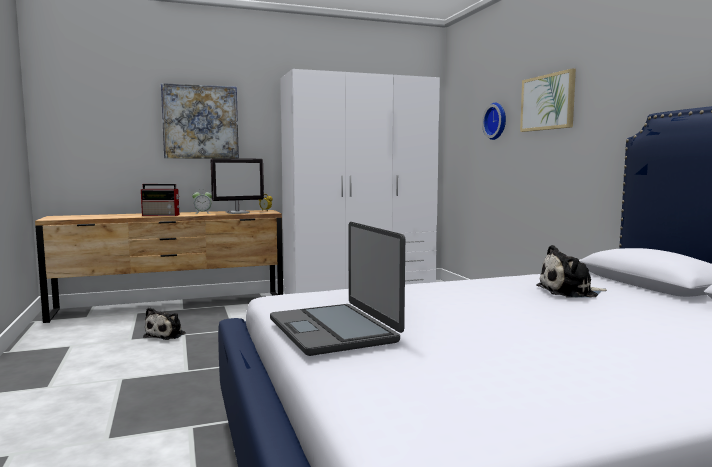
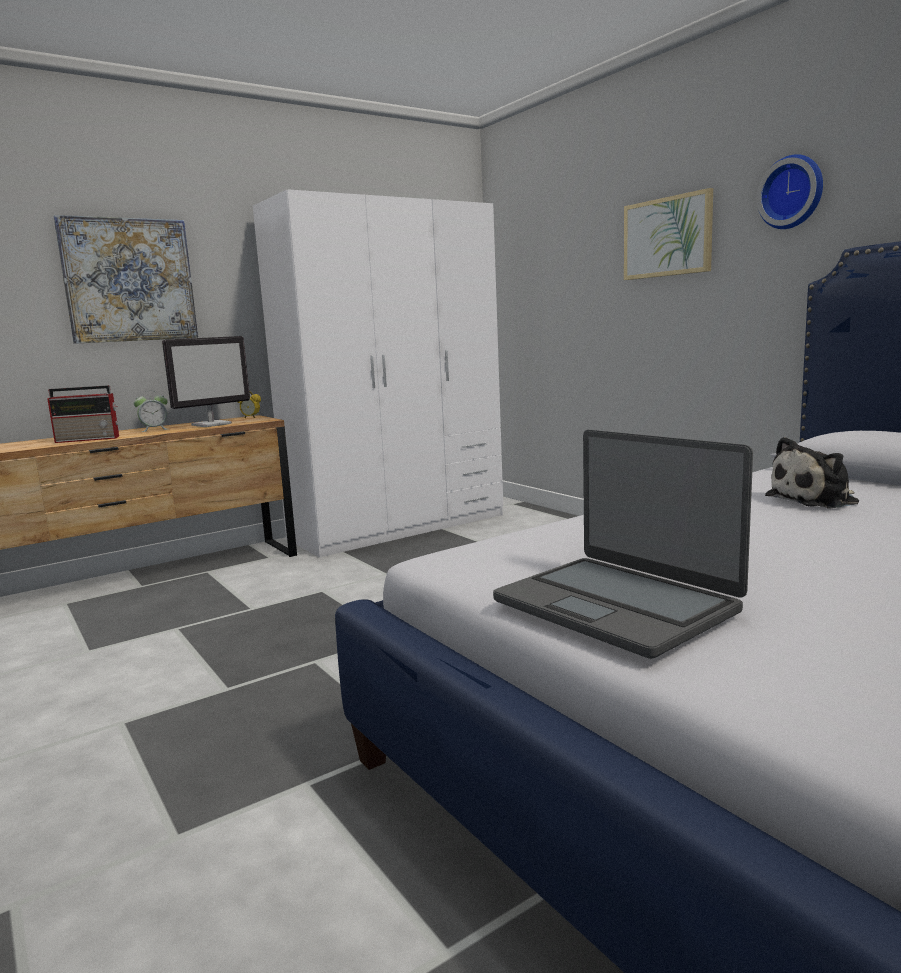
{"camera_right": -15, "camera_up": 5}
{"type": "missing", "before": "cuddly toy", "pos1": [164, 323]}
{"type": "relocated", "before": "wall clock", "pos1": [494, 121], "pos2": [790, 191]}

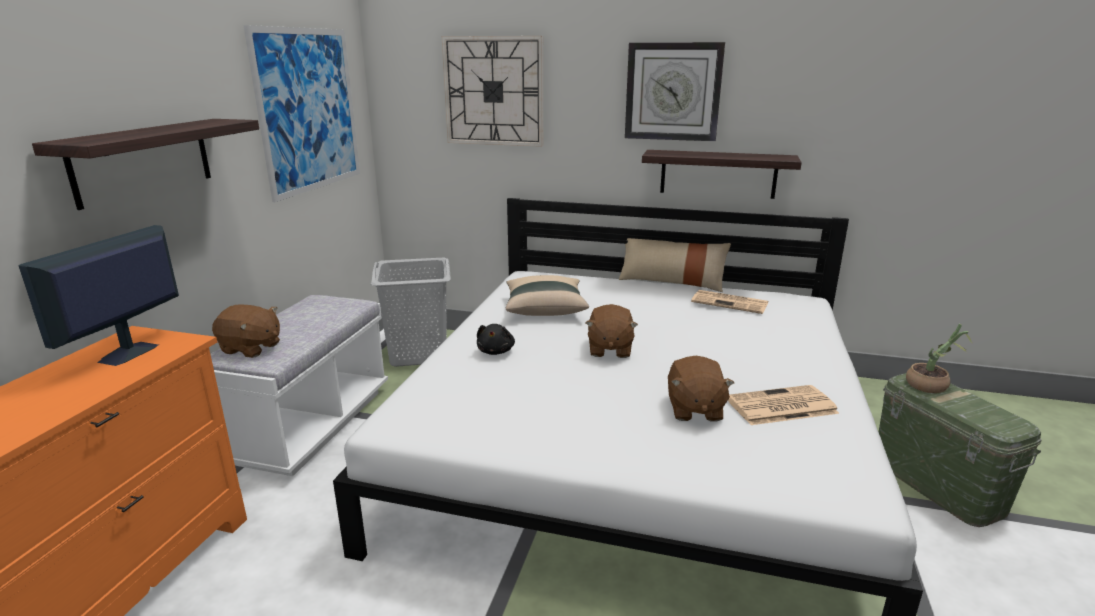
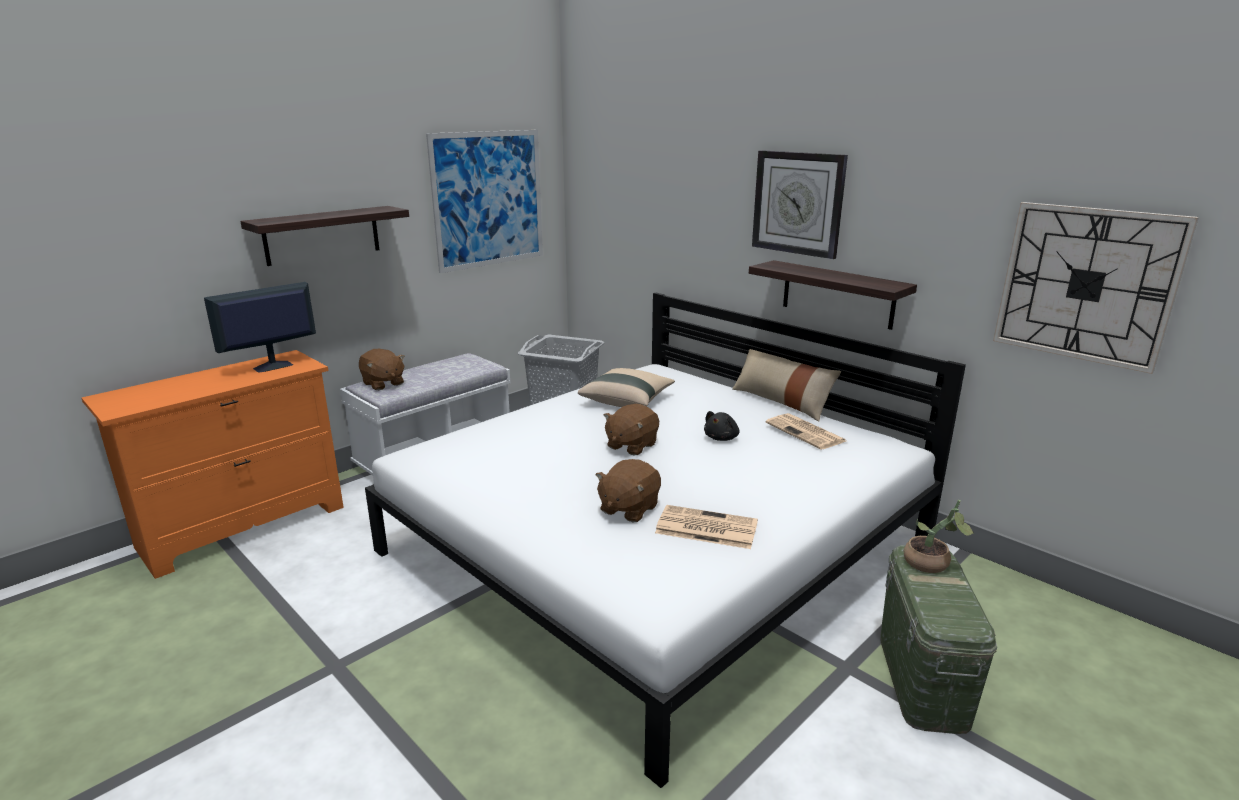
{"camera_right": 30, "camera_up": 0}
{"type": "relocated", "before": "wall clock", "pos1": [492, 91], "pos2": [1096, 288]}
{"type": "relocated", "before": "black-coloured cuddly toy", "pos1": [496, 339], "pos2": [721, 426]}

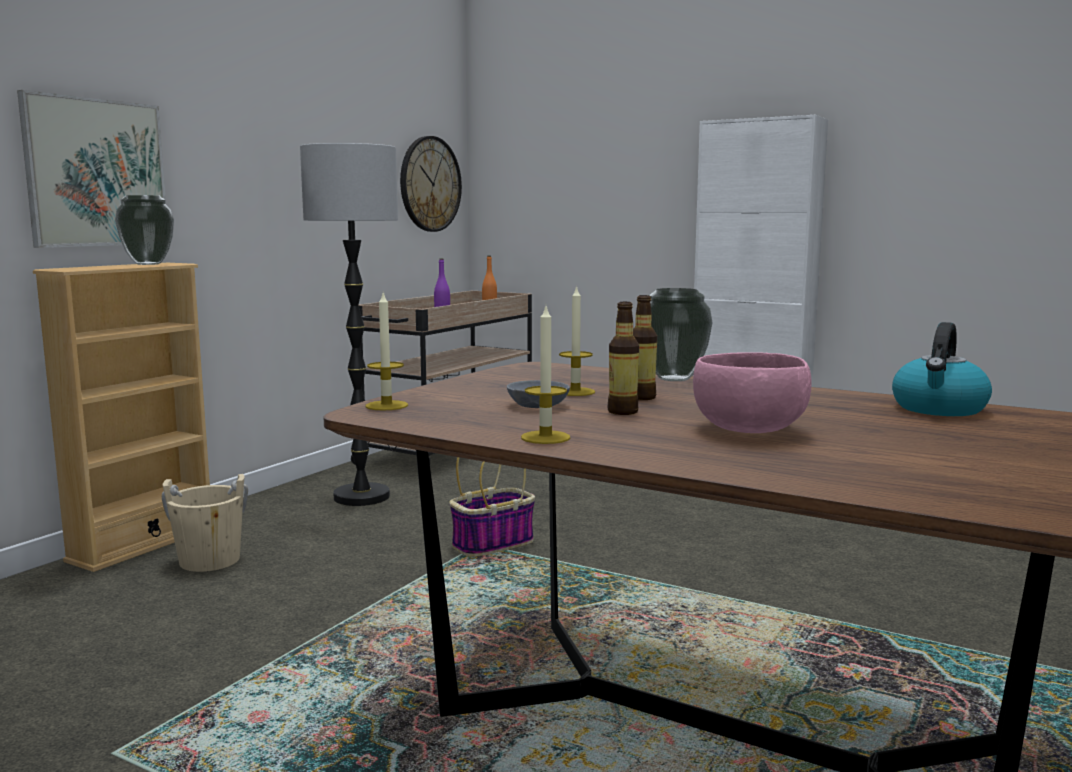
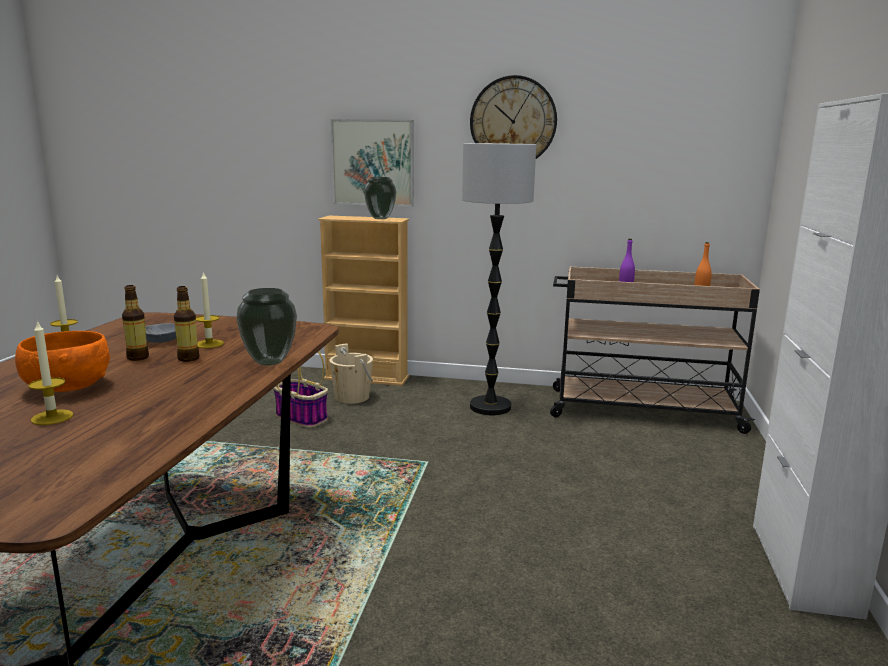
{"camera_right": 70, "camera_up": 5}
{"type": "missing", "before": "kettle", "pos1": [942, 369]}
{"type": "relocated", "before": "wax candle", "pos1": [387, 352], "pos2": [51, 372]}
{"type": "relocated", "before": "wall clock", "pos1": [431, 184], "pos2": [513, 117]}
{"type": "relocated", "before": "basket", "pos1": [492, 507], "pos2": [300, 389]}
{"type": "colour", "before": "pink serving bowl", "after": "orange-coloured serving bowl", "pos1": [752, 392], "pos2": [62, 361]}

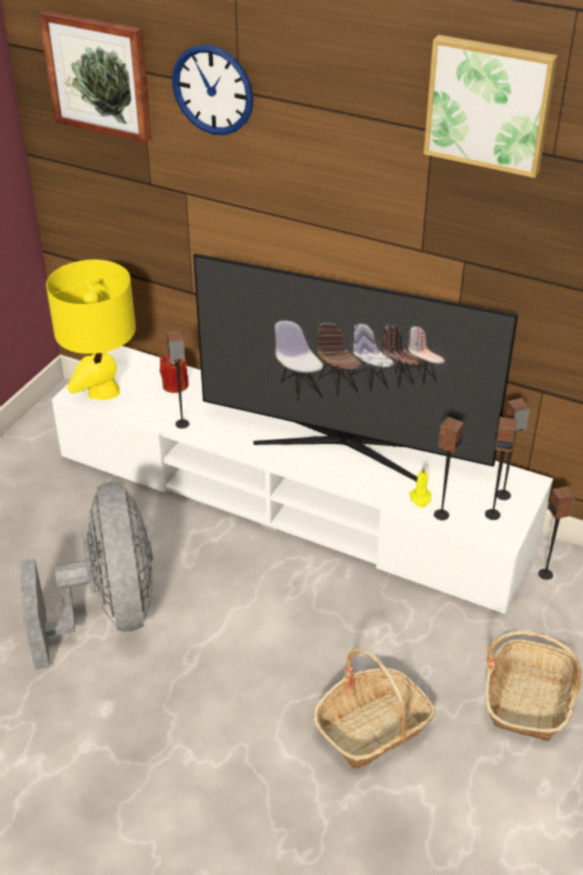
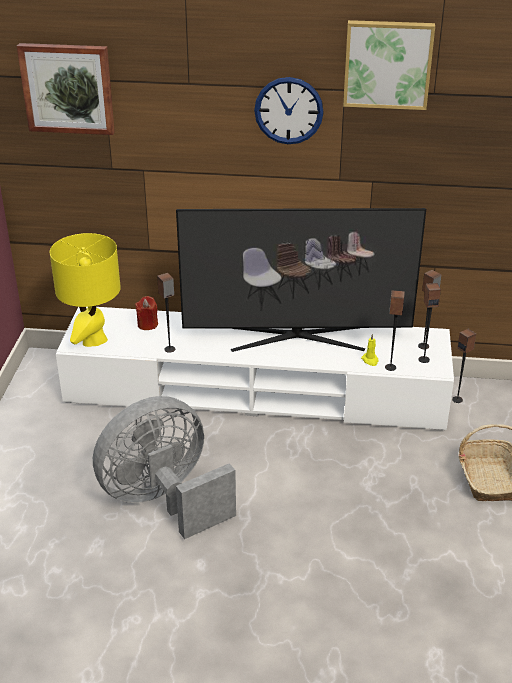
{"camera_right": -20, "camera_up": -5}
{"type": "missing", "before": "basket", "pos1": [374, 708]}
{"type": "relocated", "before": "wall clock", "pos1": [212, 90], "pos2": [289, 110]}
{"type": "spun", "before": "gray electric fan", "pos1": [86, 576], "pos2": [164, 467], "turn": -90}

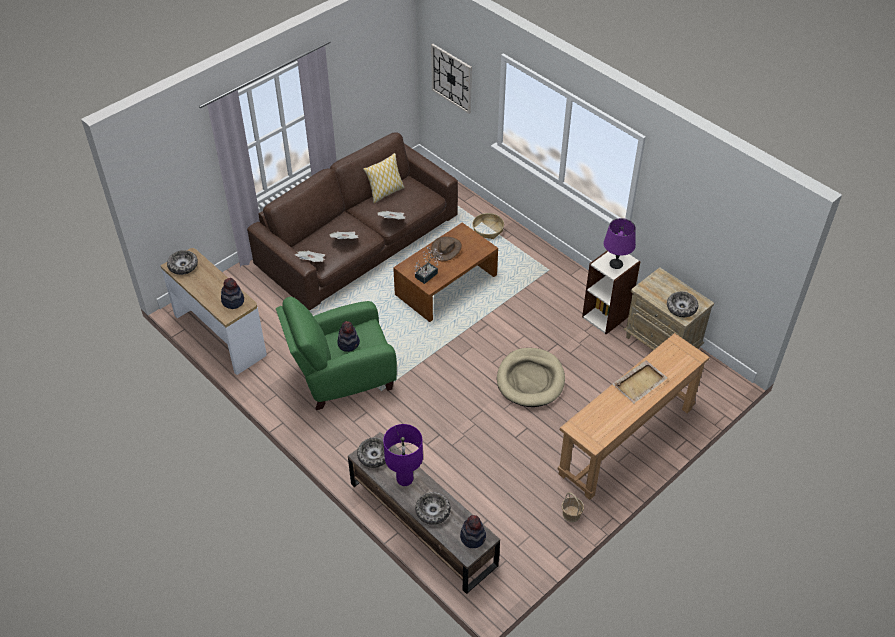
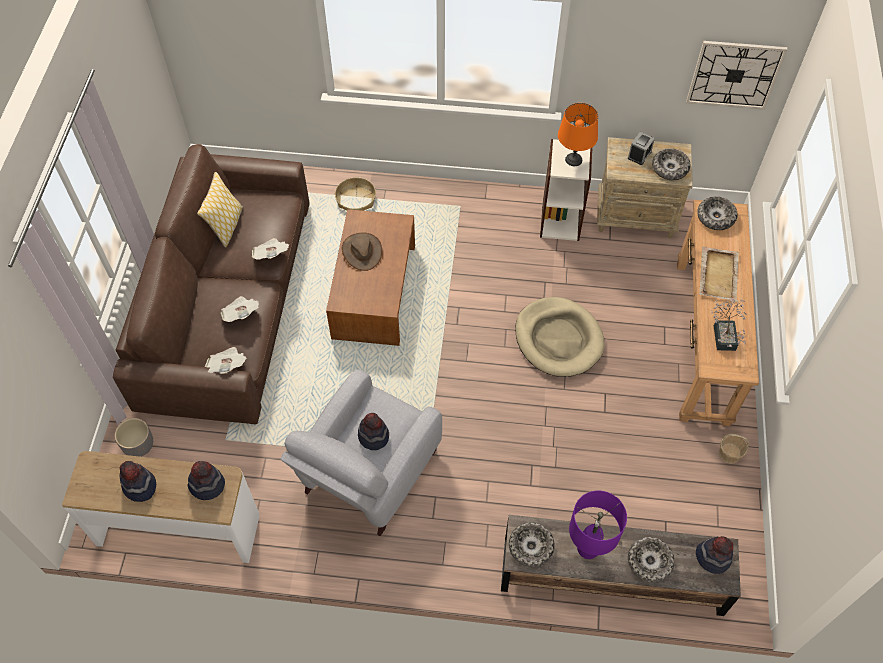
{"camera_right": -40, "camera_up": 10}
{"type": "appeared", "after": "gray plant pot", "pos2": [134, 437]}
{"type": "appeared", "after": "clothing hat", "pos2": [137, 481]}
{"type": "appeared", "after": "table clock", "pos2": [641, 148]}
{"type": "relocated", "before": "serving bowl", "pos1": [182, 262], "pos2": [717, 213]}
{"type": "relocated", "before": "potted plant", "pos1": [429, 265], "pos2": [729, 325]}
{"type": "relocated", "before": "wall clock", "pos1": [451, 79], "pos2": [736, 75]}
{"type": "colour", "before": "green-coloured lounge chair", "after": "gray lounge chair", "pos1": [336, 353], "pos2": [361, 452]}
{"type": "colour", "before": "purple-coloured table lamp", "after": "orange-coloured table lamp", "pos1": [620, 243], "pos2": [578, 134]}

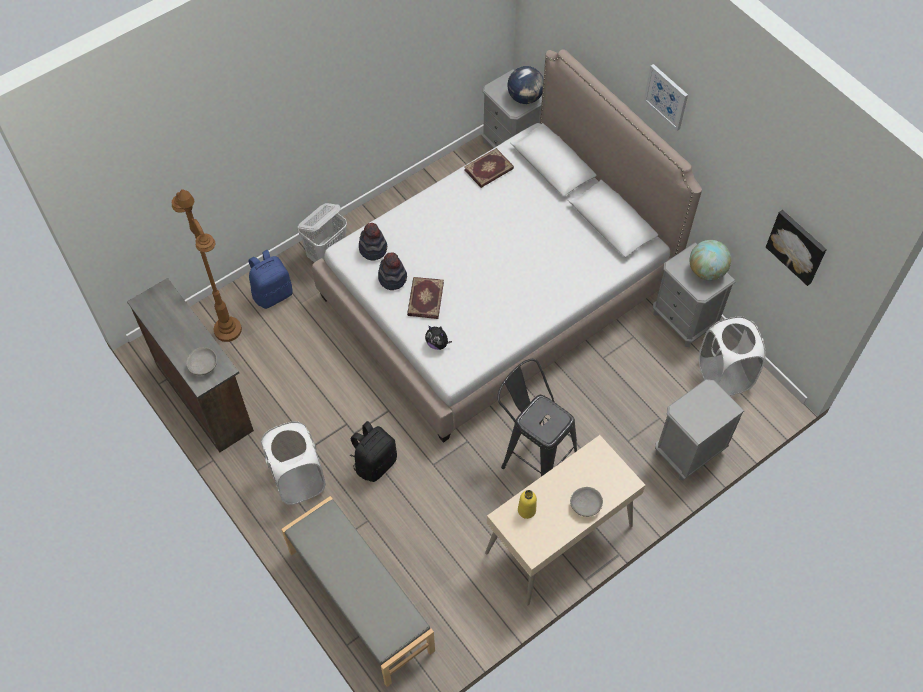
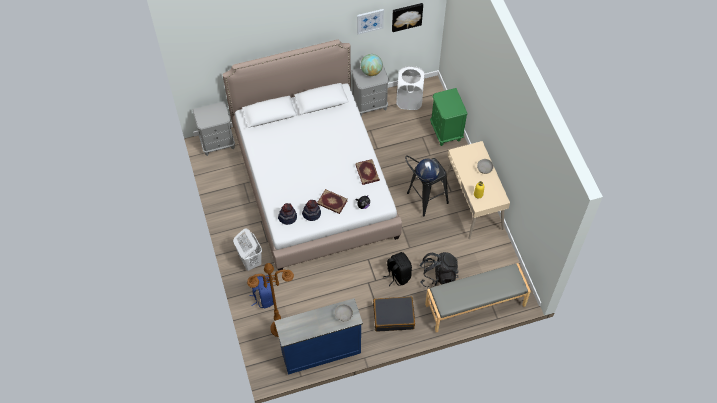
{"camera_right": -70, "camera_up": 0}
{"type": "appeared", "after": "black-coloured knapsack", "pos2": [438, 270]}
{"type": "relocated", "before": "volume", "pos1": [489, 168], "pos2": [368, 172]}
{"type": "relocated", "before": "globe", "pos1": [526, 85], "pos2": [428, 170]}
{"type": "relocated", "before": "picture", "pos1": [666, 97], "pos2": [370, 22]}
{"type": "exchanged", "before": "white-coloured laundry basket", "after": "black-coloured suitcase", "pos1": [293, 463], "pos2": [394, 314]}
{"type": "colour", "before": "brownish chest of drawers", "after": "blue-coloured chest of drawers", "pos1": [190, 365], "pos2": [318, 336]}
{"type": "colour", "before": "gray nightstand", "after": "green-coloured nightstand", "pos1": [699, 429], "pos2": [448, 117]}

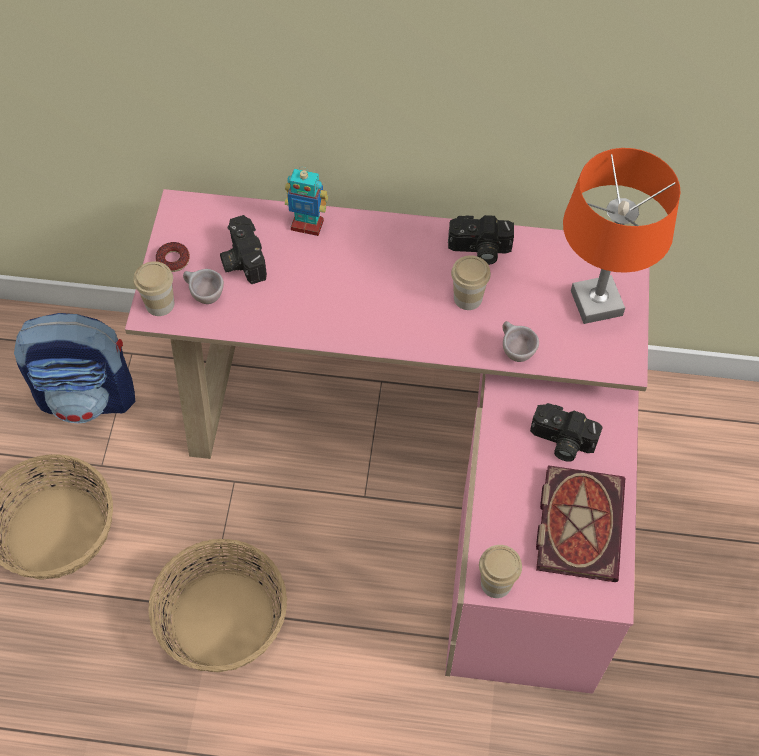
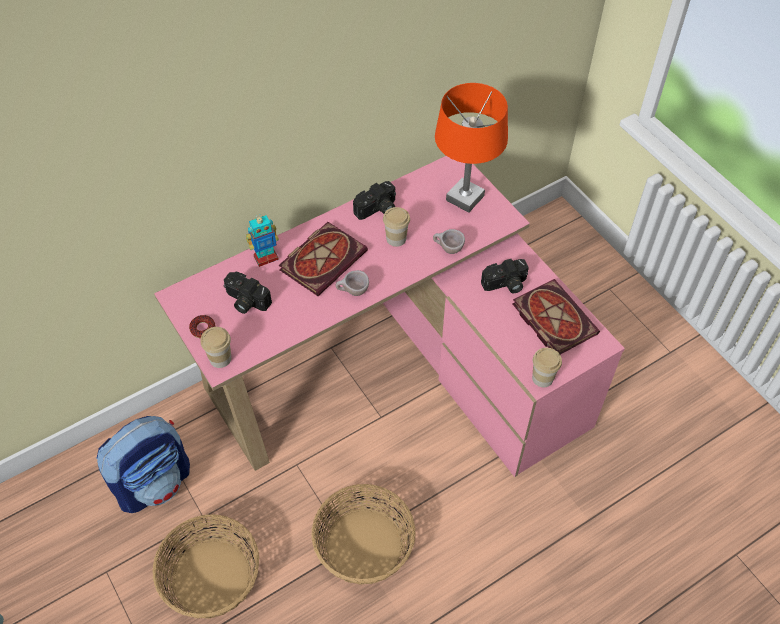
{"camera_right": -40, "camera_up": -5}
{"type": "appeared", "after": "volume", "pos2": [323, 259]}
{"type": "relocated", "before": "beige-coloured cup", "pos1": [203, 286], "pos2": [352, 283]}

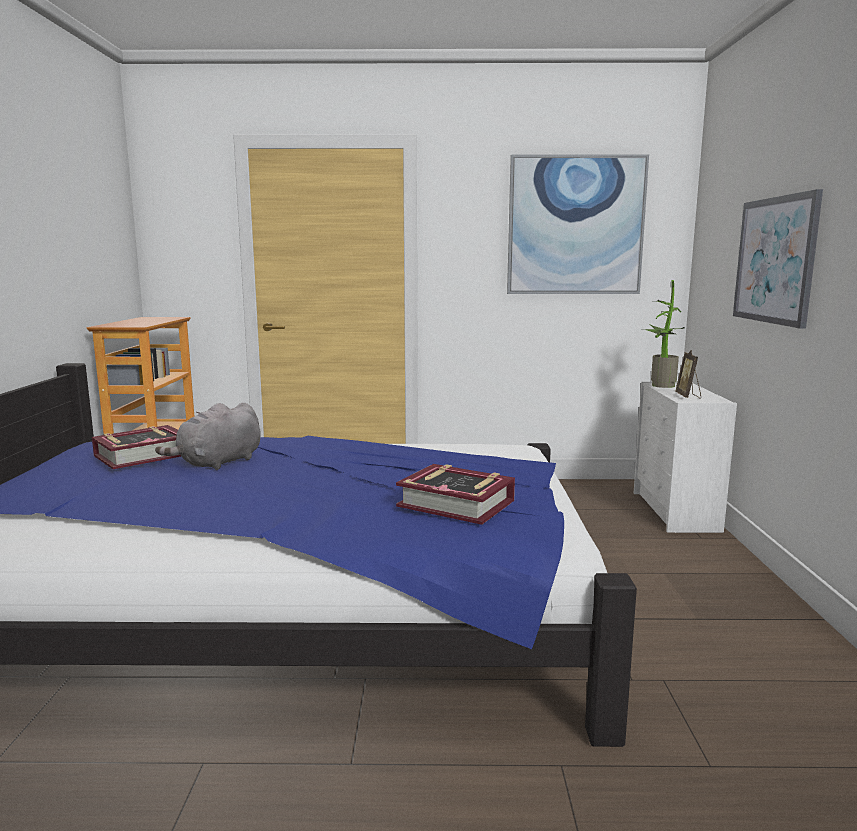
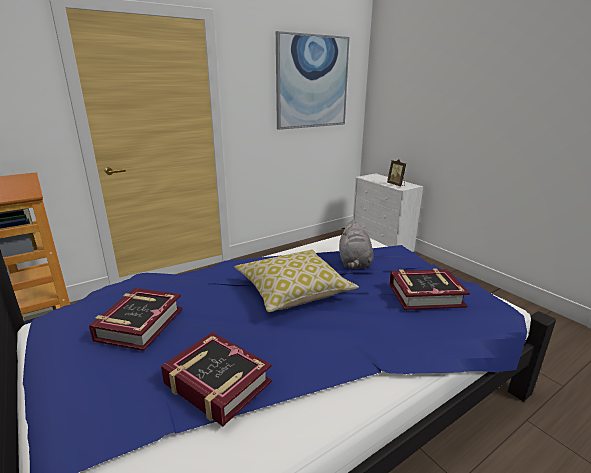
{"camera_right": -35, "camera_up": 10}
{"type": "missing", "before": "potted plant", "pos1": [665, 334]}
{"type": "missing", "before": "picture", "pos1": [778, 259]}
{"type": "appeared", "after": "volume", "pos2": [216, 379]}
{"type": "appeared", "after": "throw pillow", "pos2": [296, 281]}
{"type": "relocated", "before": "gray cuddly toy", "pos1": [208, 436], "pos2": [356, 244]}

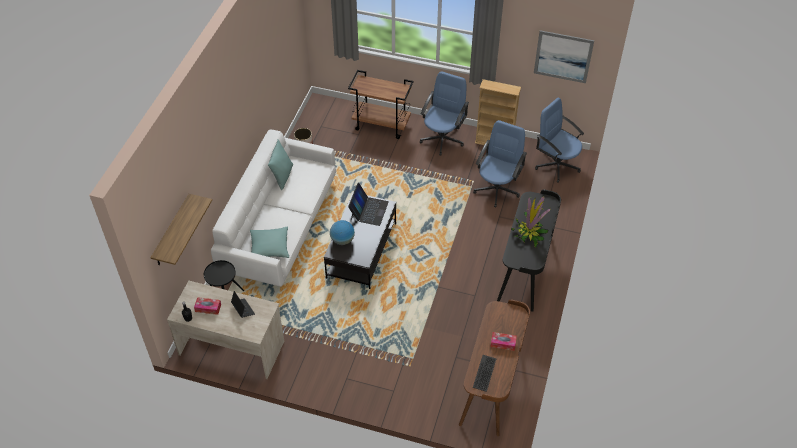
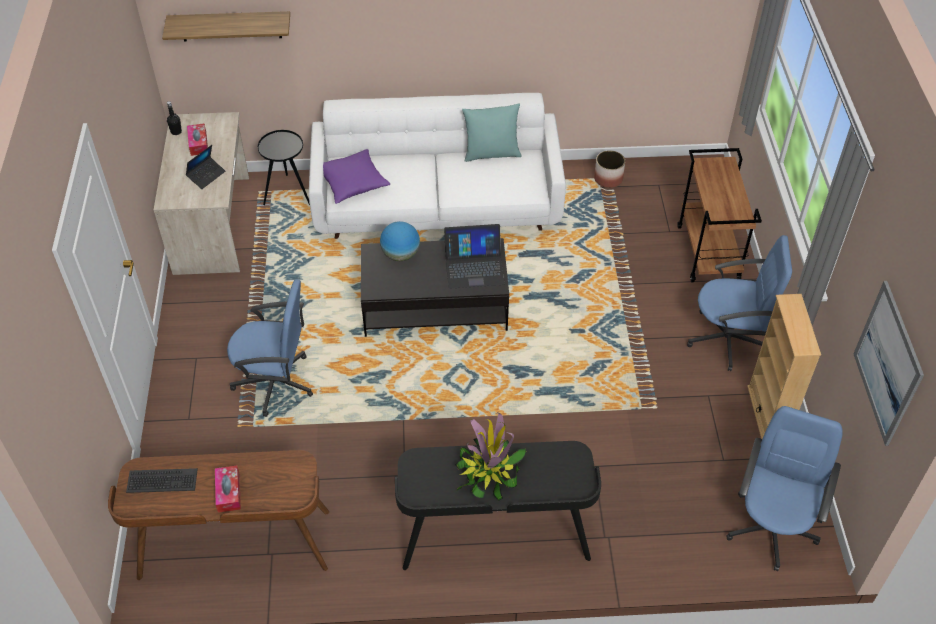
{"camera_right": 70, "camera_up": 0}
{"type": "relocated", "before": "blue-coloured desk chair", "pos1": [500, 163], "pos2": [270, 348]}
{"type": "colour", "before": "turquoise throw pillow", "after": "purple-coloured throw pillow", "pos1": [269, 242], "pos2": [356, 176]}

